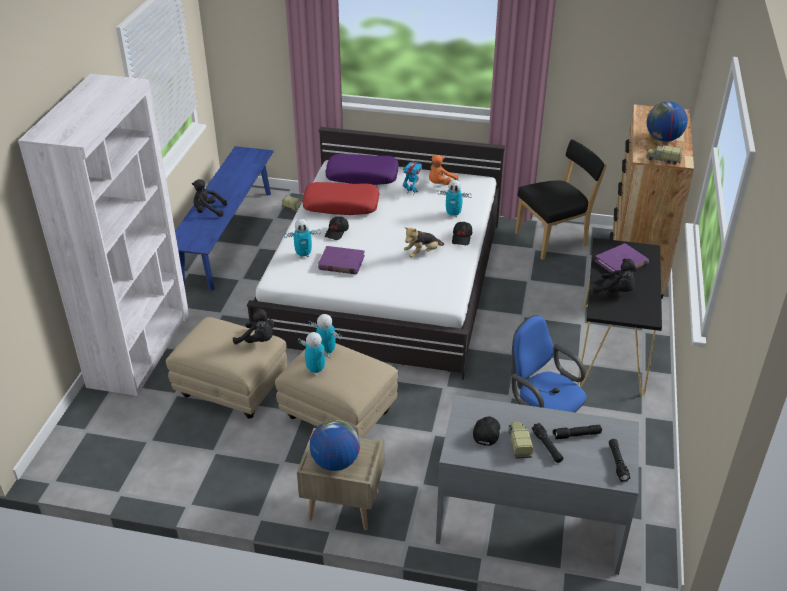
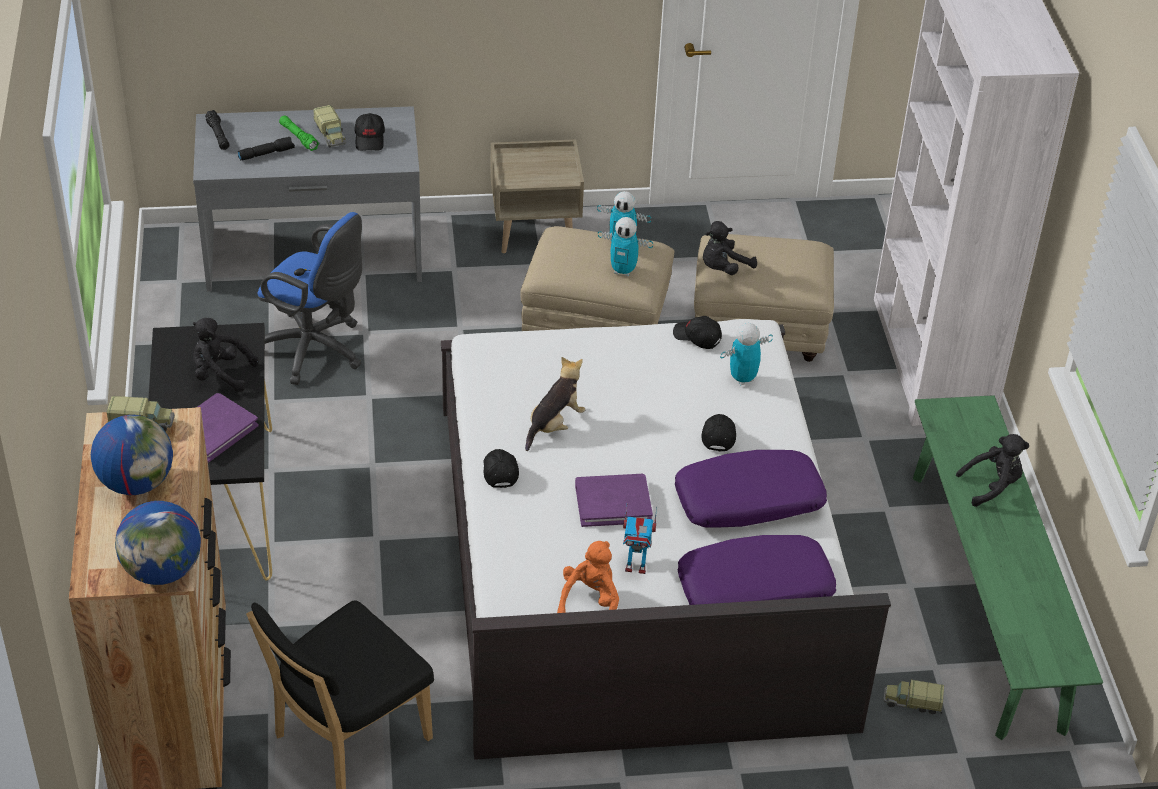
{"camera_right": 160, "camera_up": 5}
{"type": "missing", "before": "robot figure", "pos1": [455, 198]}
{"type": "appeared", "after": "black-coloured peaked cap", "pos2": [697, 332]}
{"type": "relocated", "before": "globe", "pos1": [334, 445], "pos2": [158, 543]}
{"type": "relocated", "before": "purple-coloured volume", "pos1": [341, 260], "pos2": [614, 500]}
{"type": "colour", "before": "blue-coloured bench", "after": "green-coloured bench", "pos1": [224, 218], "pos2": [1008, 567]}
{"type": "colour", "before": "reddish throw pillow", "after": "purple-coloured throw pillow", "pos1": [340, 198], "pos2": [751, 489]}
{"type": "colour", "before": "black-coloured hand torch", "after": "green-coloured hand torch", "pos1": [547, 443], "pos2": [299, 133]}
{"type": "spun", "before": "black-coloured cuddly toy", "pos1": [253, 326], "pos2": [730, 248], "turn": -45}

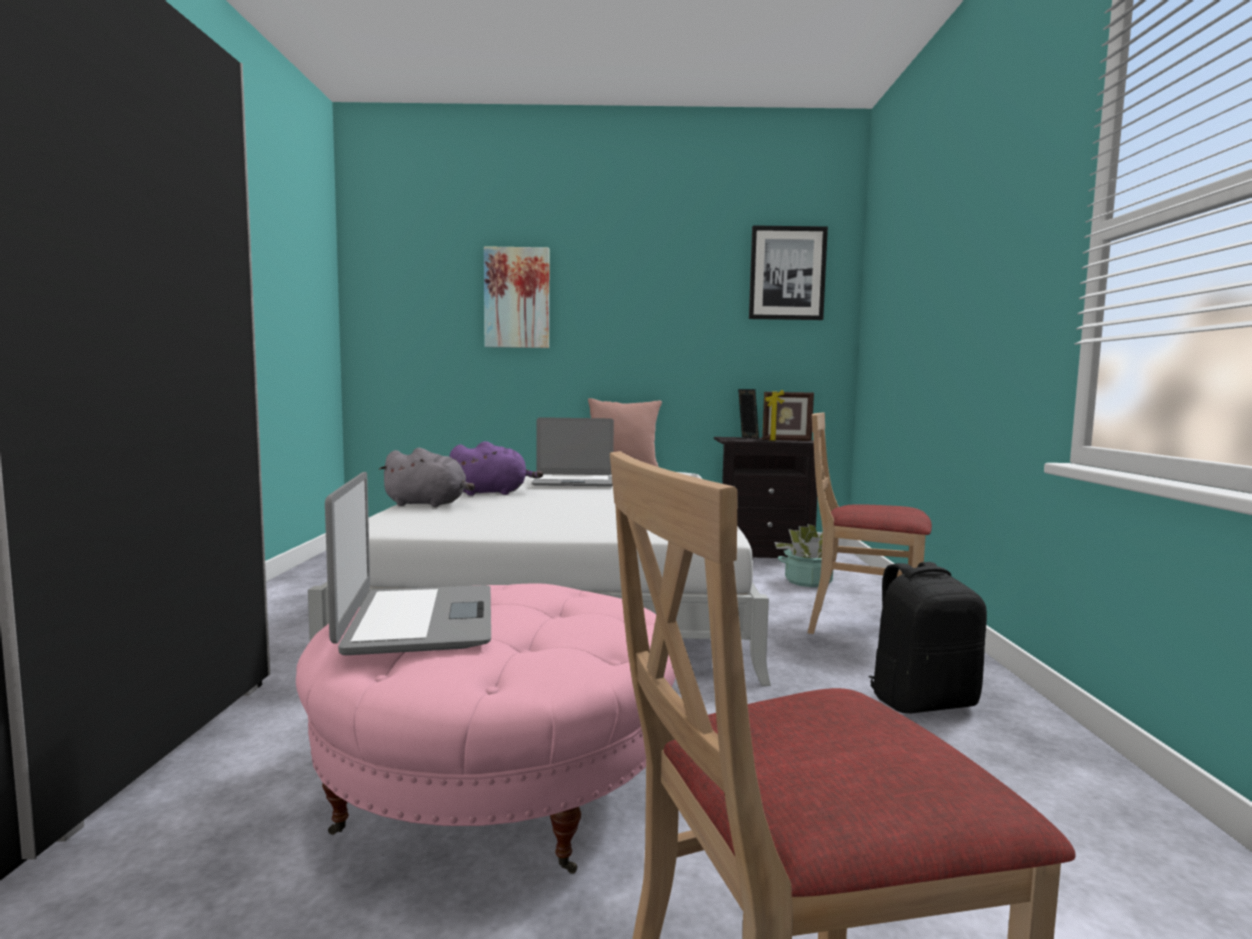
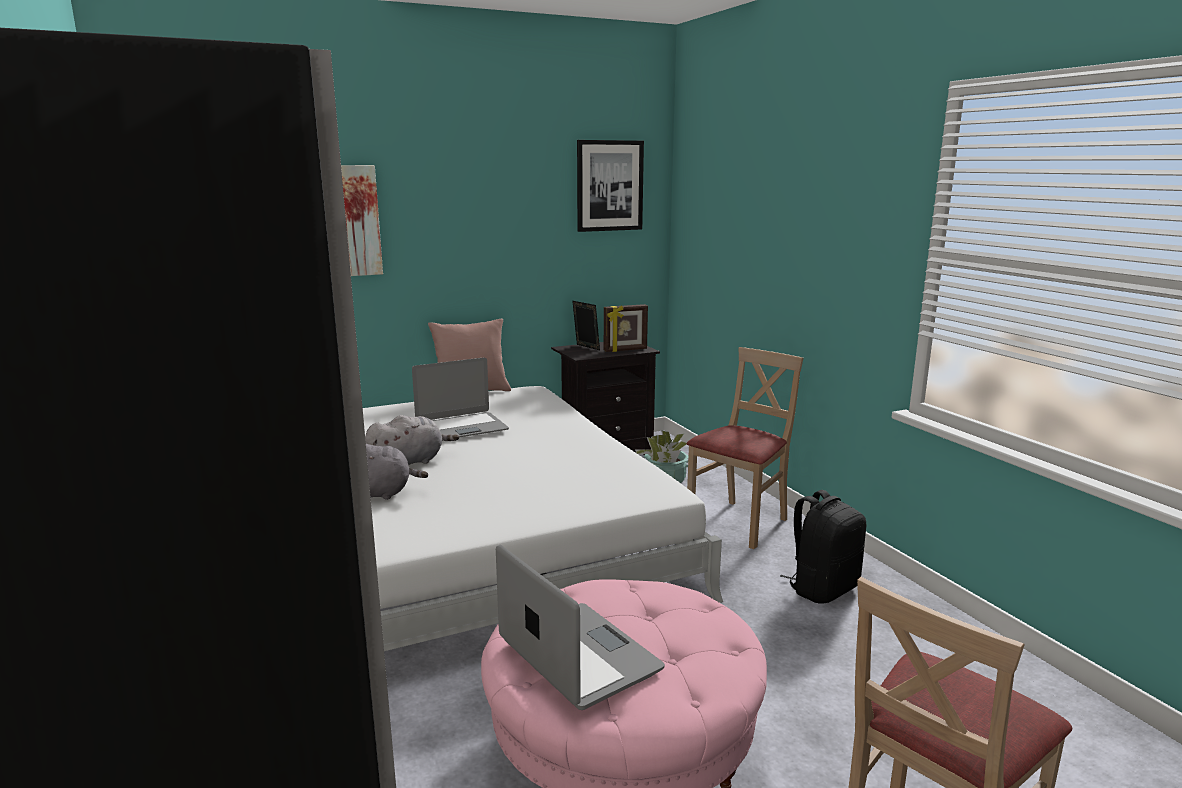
{"camera_right": -25, "camera_up": 10}
{"type": "colour", "before": "purple-coloured cuddly toy", "after": "gray cuddly toy", "pos1": [496, 468], "pos2": [412, 440]}
{"type": "spun", "before": "beige-coloured upright chair", "pos1": [870, 523], "pos2": [745, 448], "turn": 135}

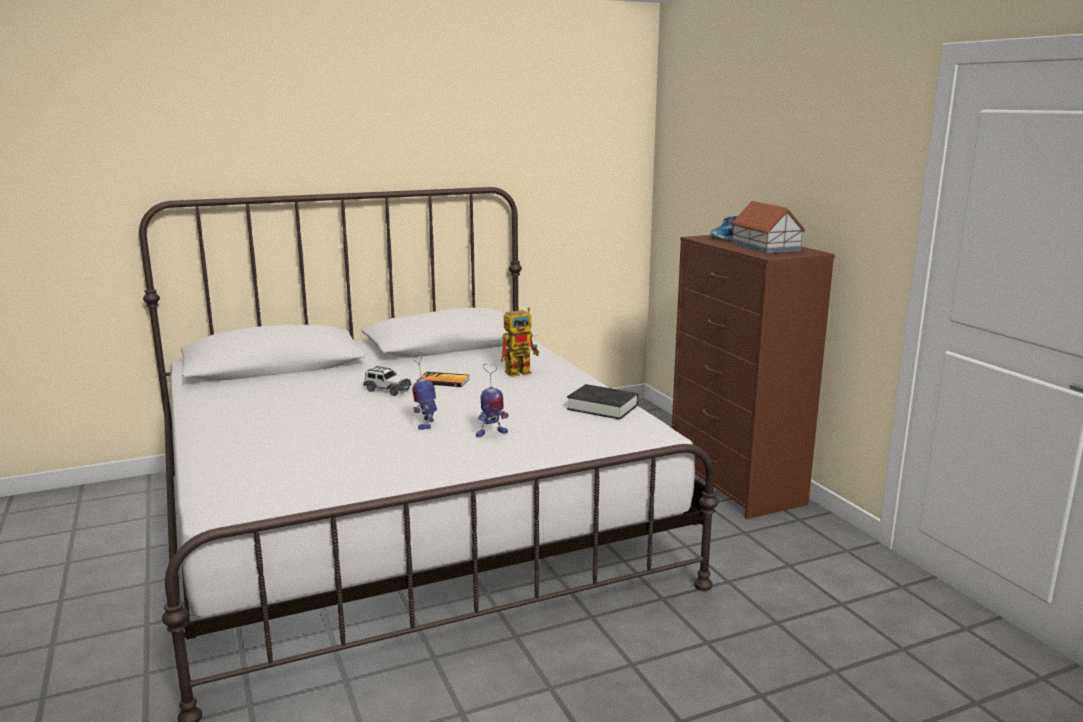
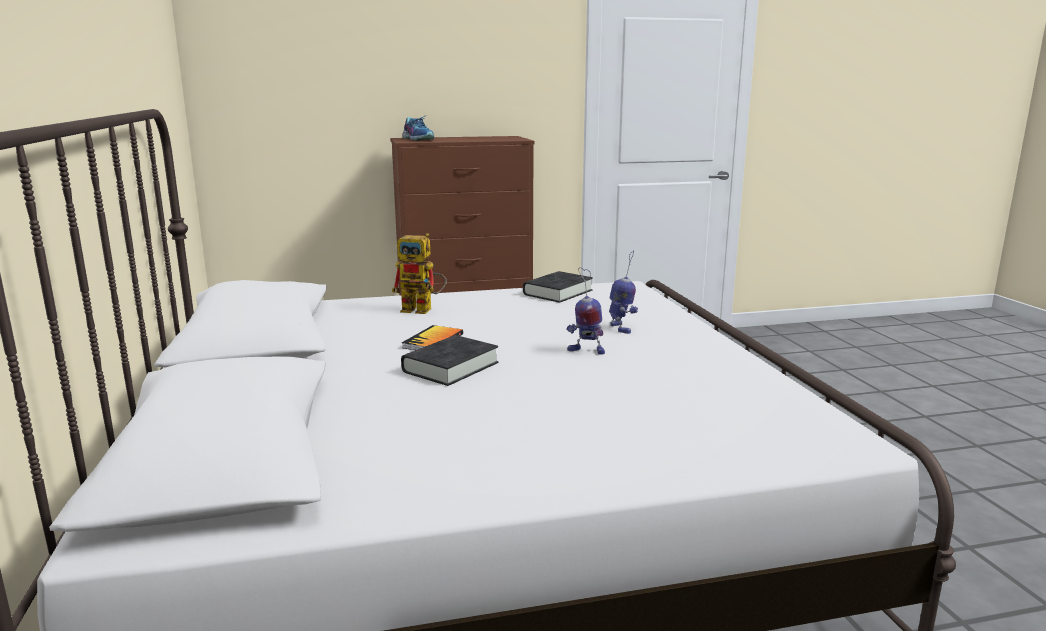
{"camera_right": -80, "camera_up": 0}
{"type": "missing", "before": "miniature house", "pos1": [768, 227]}
{"type": "exchanged", "before": "model car", "after": "black-coloured volume", "pos1": [387, 381], "pos2": [449, 360]}
{"type": "spun", "before": "robot figure", "pos1": [520, 342], "pos2": [419, 273], "turn": 120}

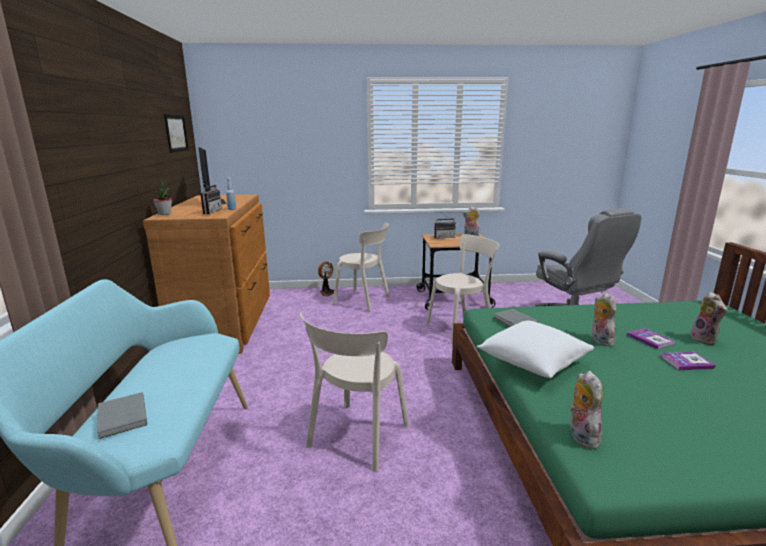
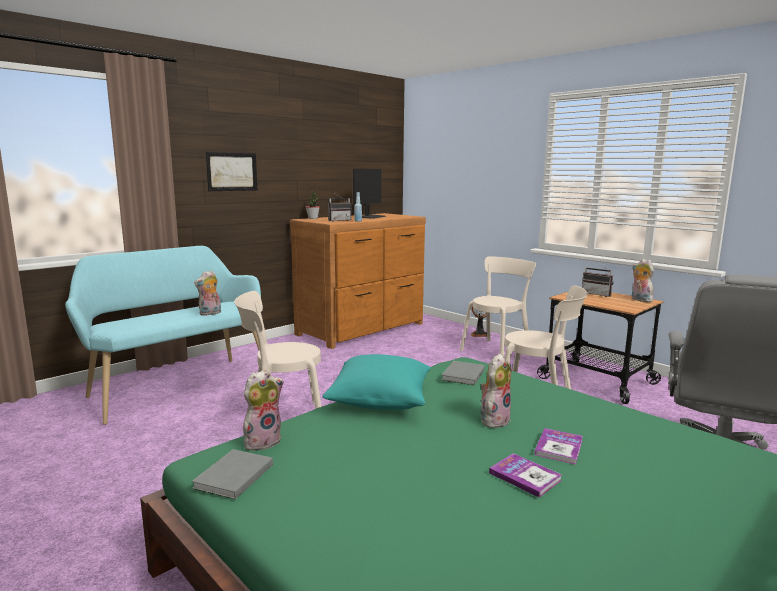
{"camera_right": 50, "camera_up": -5}
{"type": "relocated", "before": "gray volume", "pos1": [122, 415], "pos2": [232, 474]}
{"type": "relocated", "before": "picture", "pos1": [176, 133], "pos2": [231, 171]}
{"type": "relocated", "before": "cuddly toy", "pos1": [708, 318], "pos2": [207, 293]}
{"type": "colour", "before": "white-coloured throw pillow", "after": "turquoise throw pillow", "pos1": [535, 349], "pos2": [376, 382]}
{"type": "spun", "before": "beige-coloured upright chair", "pos1": [361, 267], "pos2": [498, 306], "turn": -120}

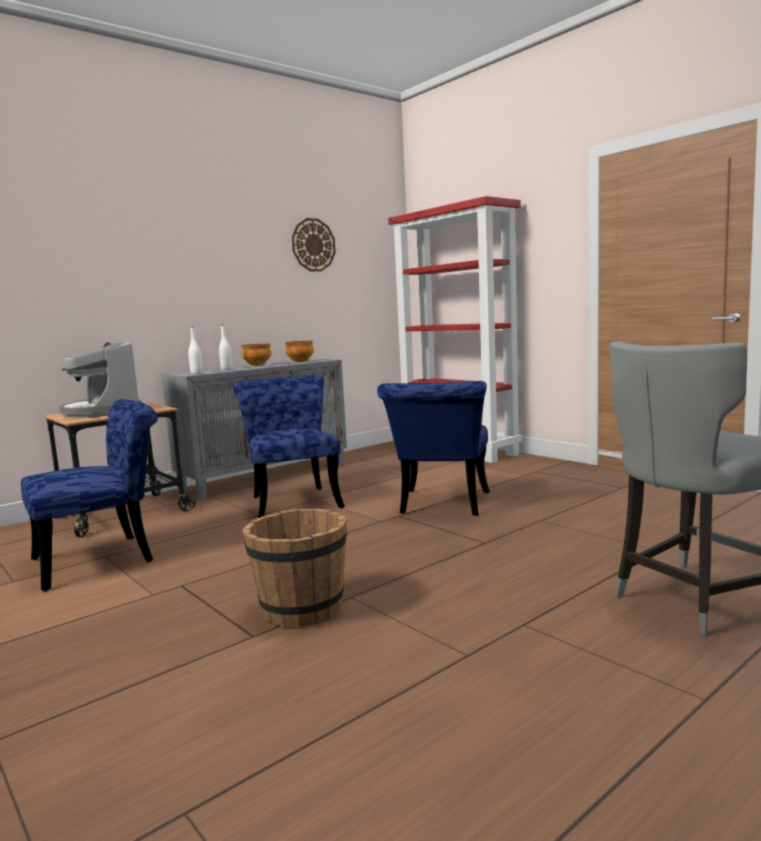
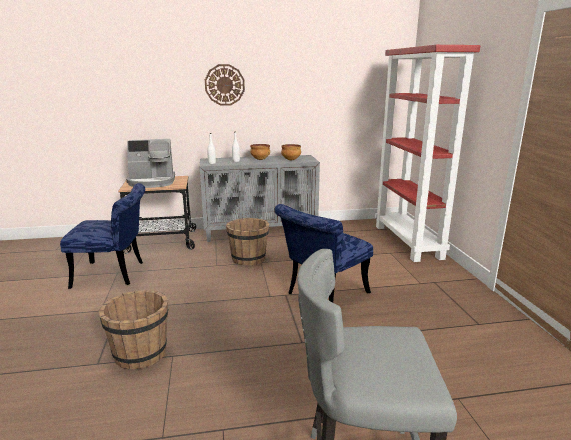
{"camera_right": 30, "camera_up": 10}
{"type": "relocated", "before": "wall clock", "pos1": [314, 244], "pos2": [225, 85]}
{"type": "exchanged", "before": "blue-coloured upright chair", "after": "brownish bucket", "pos1": [289, 446], "pos2": [247, 241]}
{"type": "spun", "before": "coffee maker", "pos1": [100, 380], "pos2": [150, 163], "turn": -105}

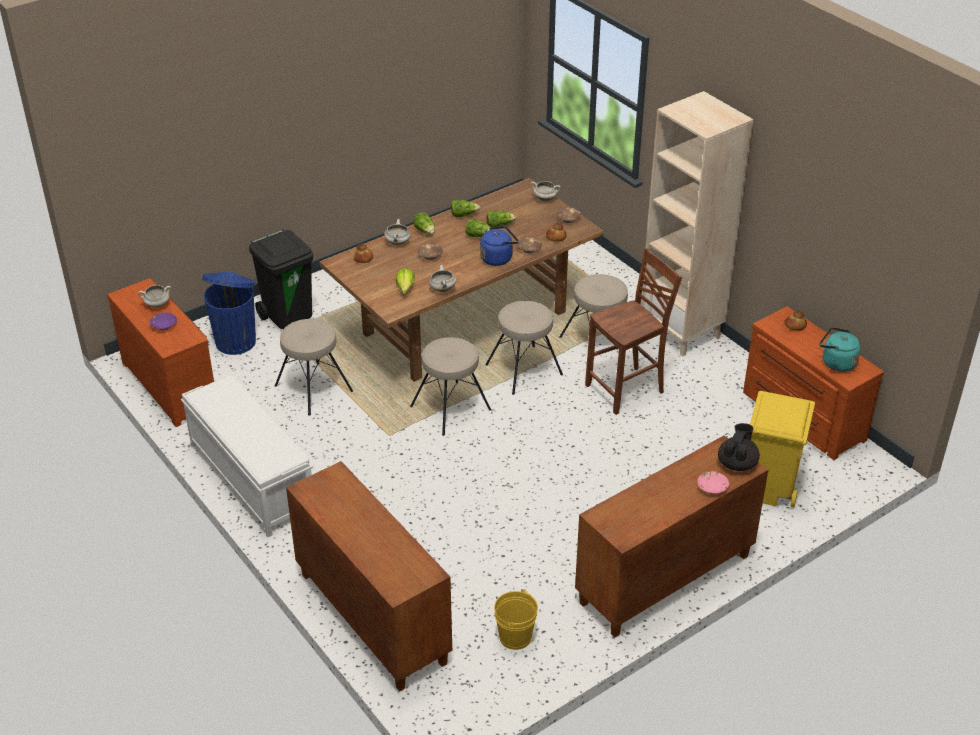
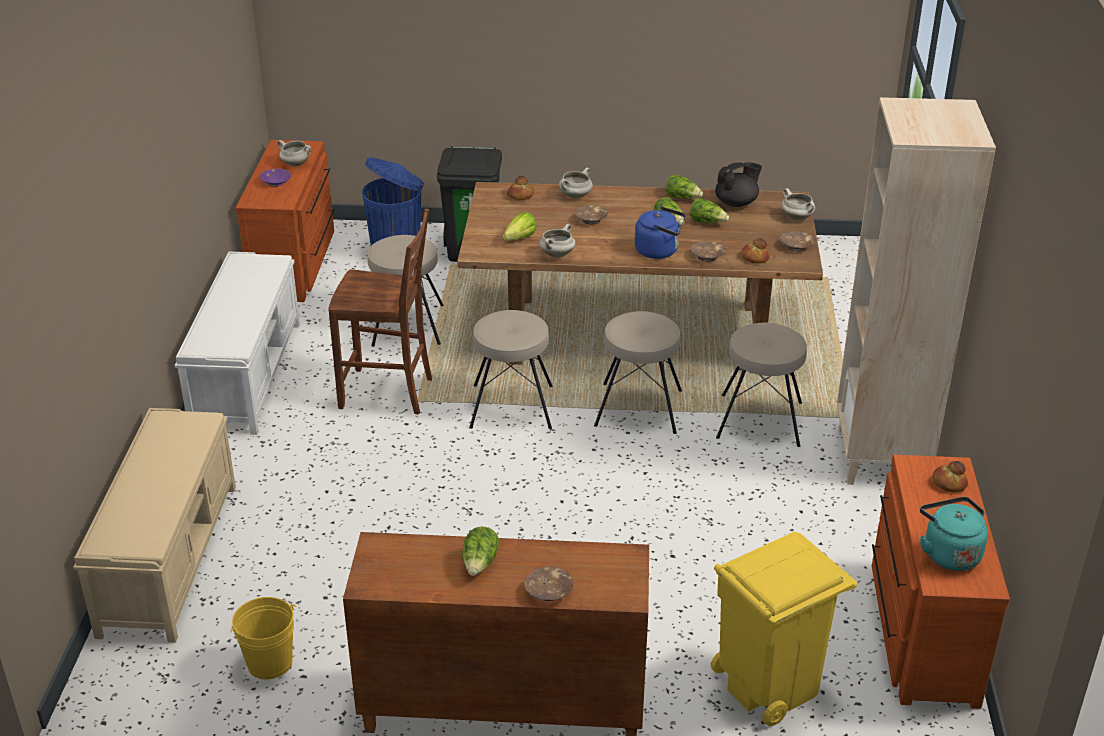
{"camera_right": 40, "camera_up": -5}
{"type": "relocated", "before": "lettuce", "pos1": [424, 223], "pos2": [480, 551]}
{"type": "relocated", "before": "brownish upright chair", "pos1": [633, 331], "pos2": [380, 311]}
{"type": "relocated", "before": "black-coloured teapot", "pos1": [739, 447], "pos2": [738, 184]}
{"type": "exchanged", "before": "brownish cupboard", "after": "beige-coloured bench", "pos1": [369, 576], "pos2": [154, 525]}
{"type": "colour", "before": "pink serving bowl", "after": "brownish serving bowl", "pos1": [713, 482], "pos2": [548, 583]}

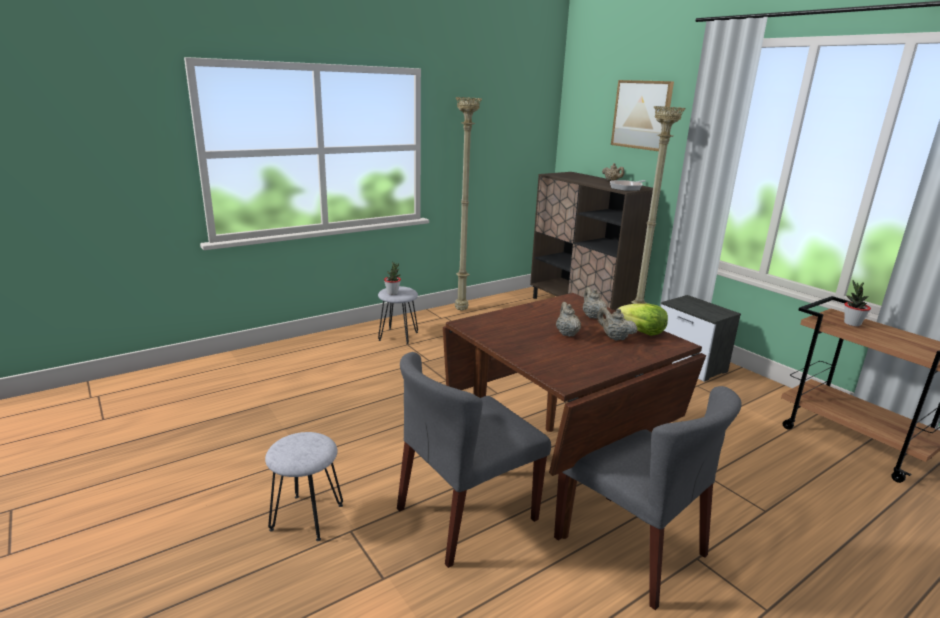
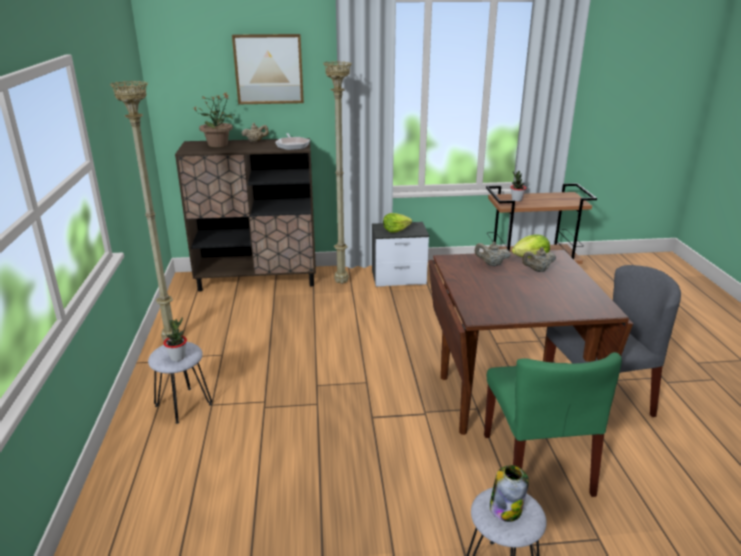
{"camera_right": -60, "camera_up": 5}
{"type": "missing", "before": "beige-coloured teapot", "pos1": [568, 319]}
{"type": "appeared", "after": "potted plant", "pos2": [214, 120]}
{"type": "appeared", "after": "lettuce", "pos2": [397, 223]}
{"type": "appeared", "after": "preserve jar", "pos2": [509, 493]}
{"type": "colour", "before": "gray upright chair", "after": "green-coloured upright chair", "pos1": [474, 460], "pos2": [553, 424]}

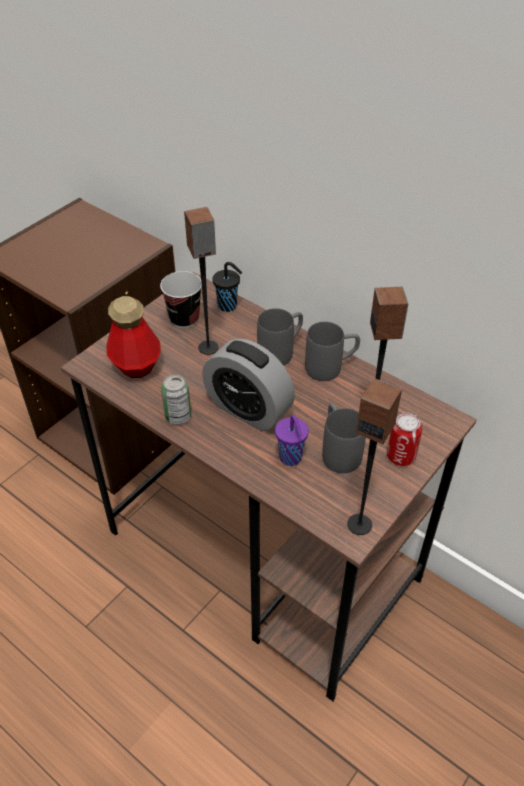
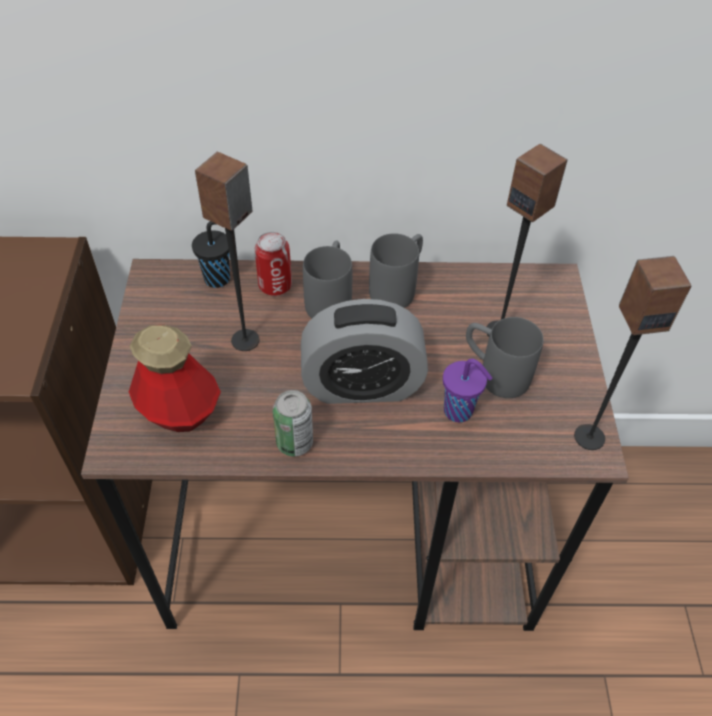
{"camera_right": -40, "camera_up": 5}
{"type": "missing", "before": "cup", "pos1": [181, 299]}
{"type": "relocated", "before": "metal can", "pos1": [404, 439], "pos2": [273, 264]}

